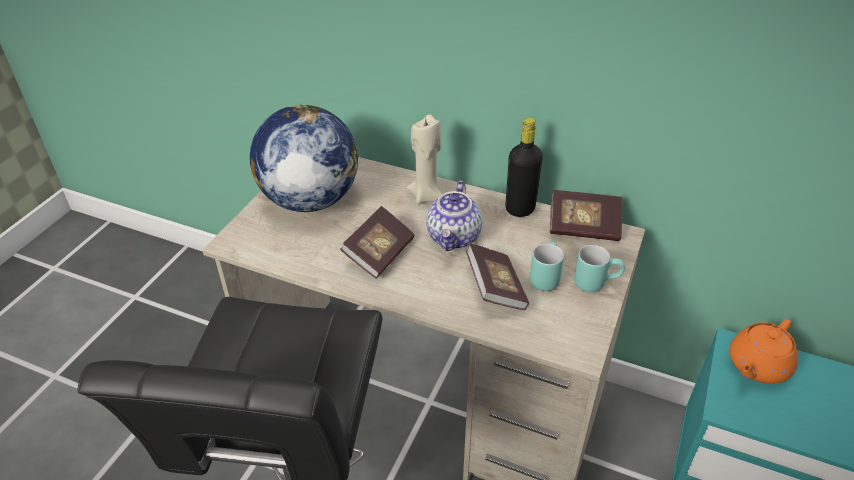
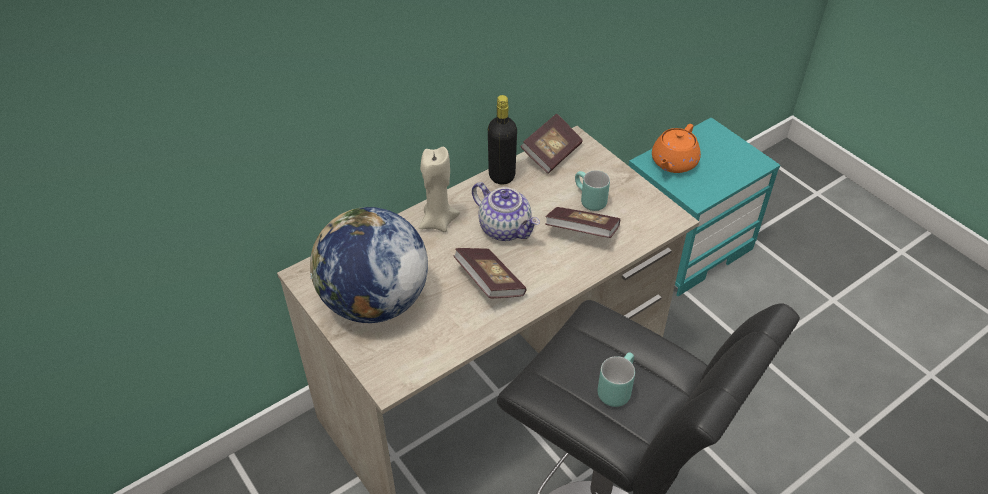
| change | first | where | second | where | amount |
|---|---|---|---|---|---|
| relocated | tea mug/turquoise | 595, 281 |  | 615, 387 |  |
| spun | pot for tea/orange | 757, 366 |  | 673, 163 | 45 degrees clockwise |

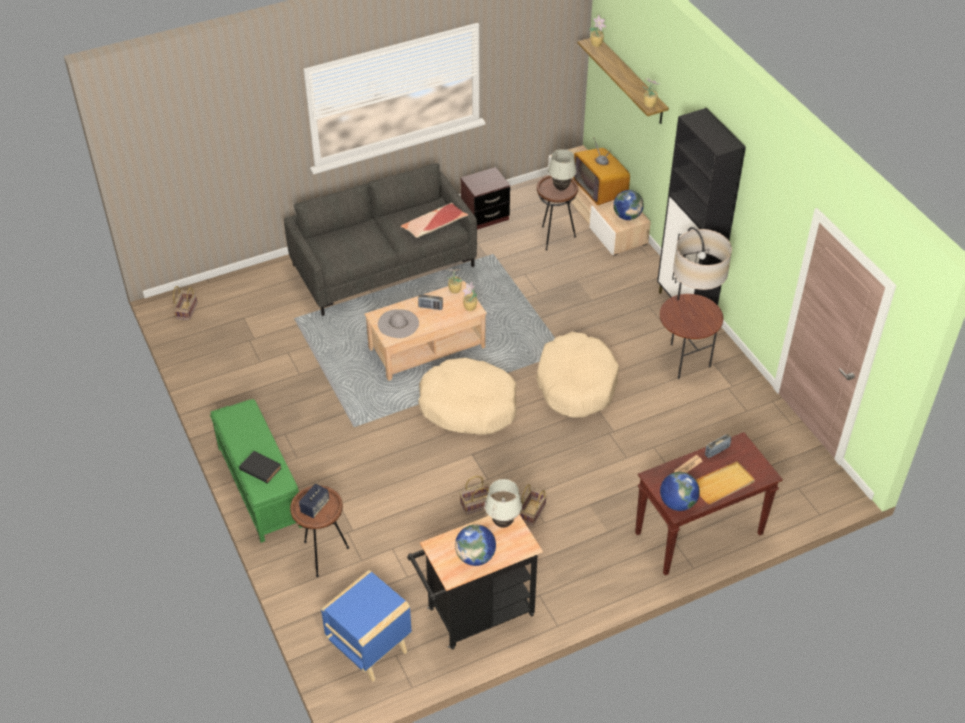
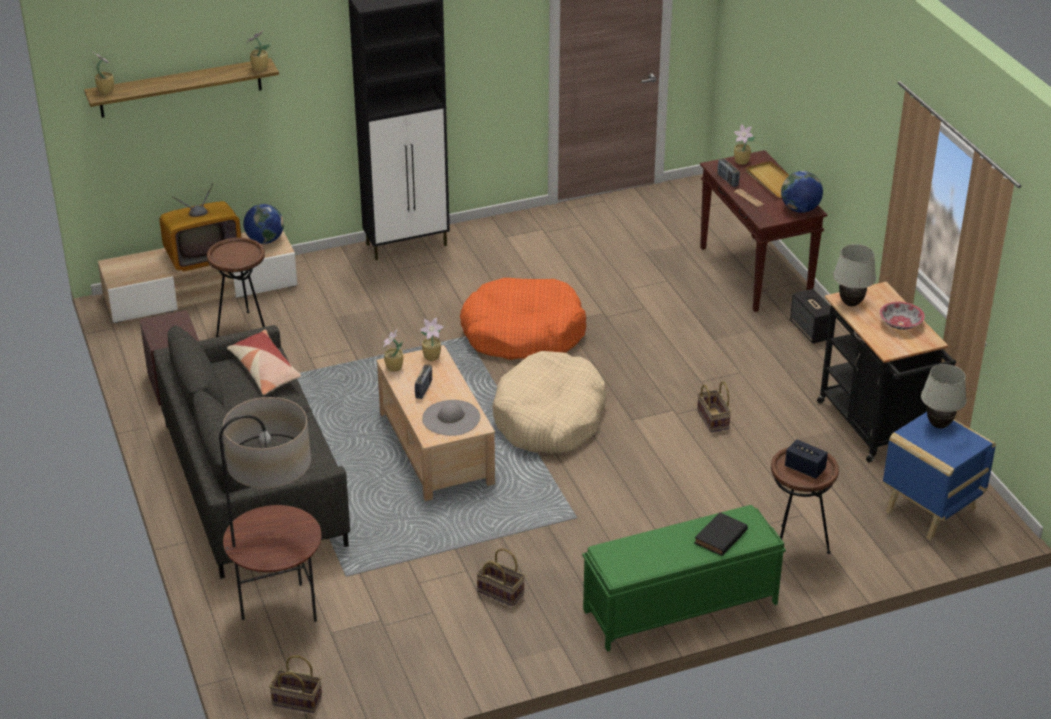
| change | first | where | second | where | amount |
|---|---|---|---|---|---|
| relocated | table lamp/whitish | 561, 188 |  | 939, 425 |  |
| relocated | standard lamp | 684, 360 |  | 280, 609 |  |
| colour | dog bed/beige | 576, 384 | dog bed/orange | 523, 333 |  |
| relocated | household basket | 532, 513 |  | 502, 592 |  |
| exchanged | desk globe | 475, 557 | bowl | 900, 323 |  |
| appeared |  |  | potted plant | 742, 162 |  |
| appeared |  |  | speaker | 811, 330 |  |

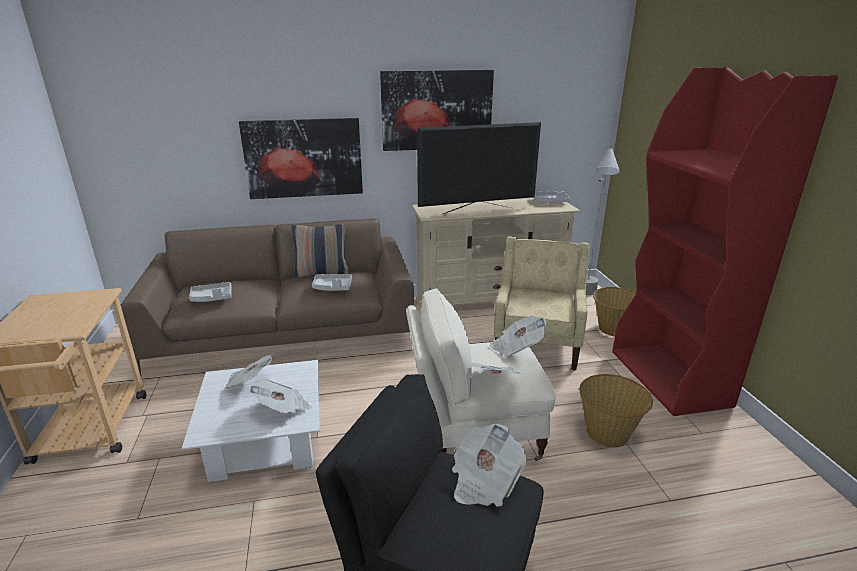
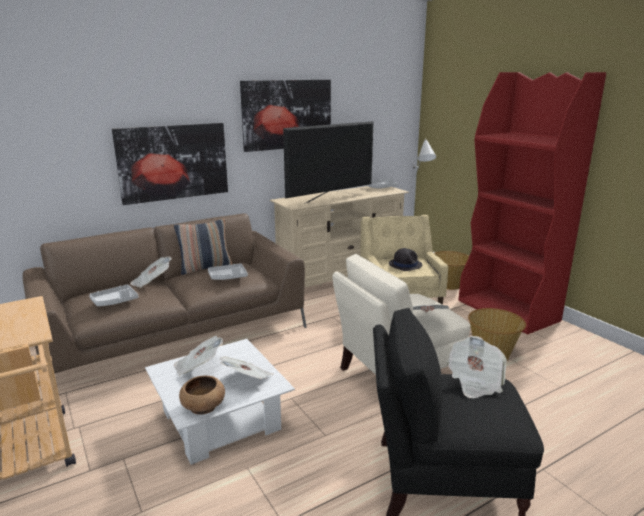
| change | first | where | second | where | amount |
|---|---|---|---|---|---|
| relocated | newspaper | 516, 348 |  | 152, 282 |  |
| appeared |  |  | hat/black-coloured | 405, 264 |  |
| appeared |  |  | bowl/brown-coloured | 203, 407 |  |

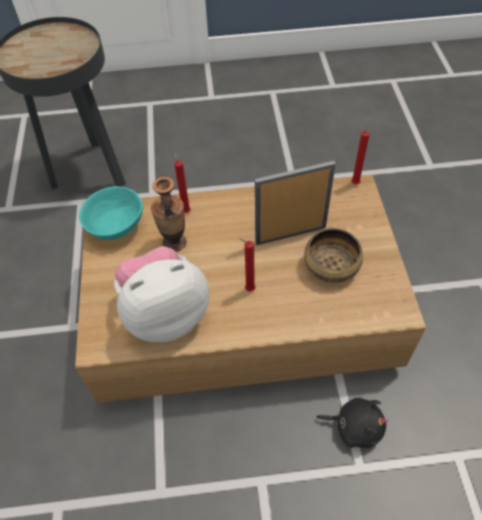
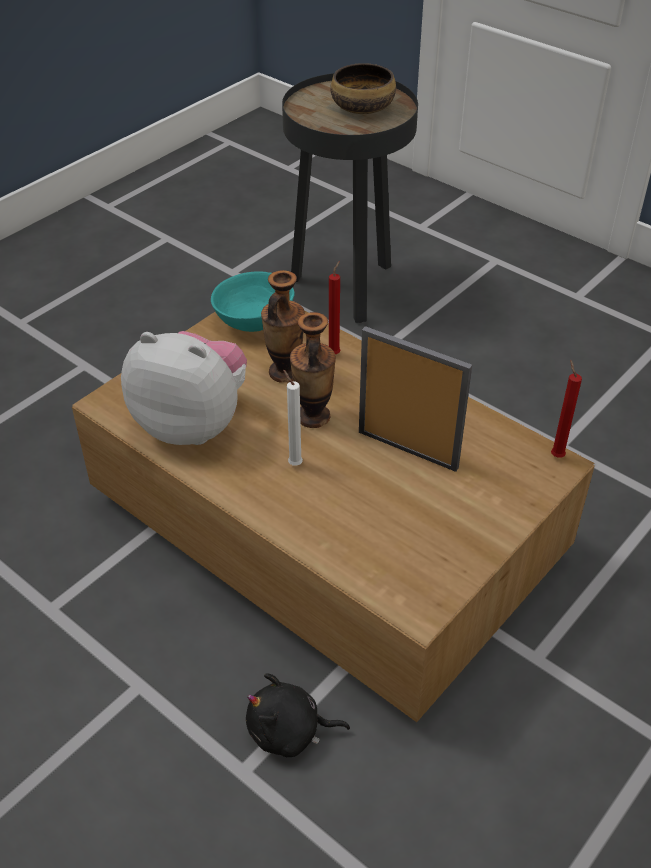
| change | first | where | second | where | amount |
|---|---|---|---|---|---|
| relocated | bowl | 332, 266 |  | 363, 107 |  |
| colour | candle/red-coloured | 248, 289 | candle/whitish | 293, 463 |  |
| spun | cuddly toy/black-coloured | 355, 427 |  | 289, 732 | 120 degrees clockwise |
| appeared |  |  | flower vase | 313, 416 |  |

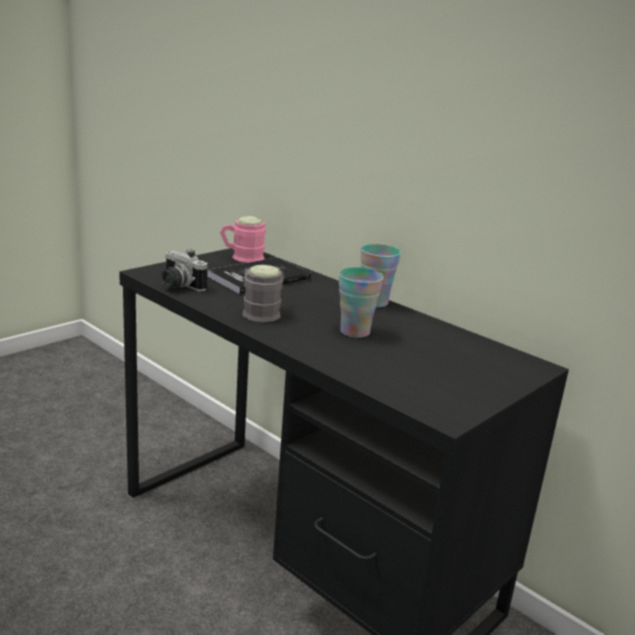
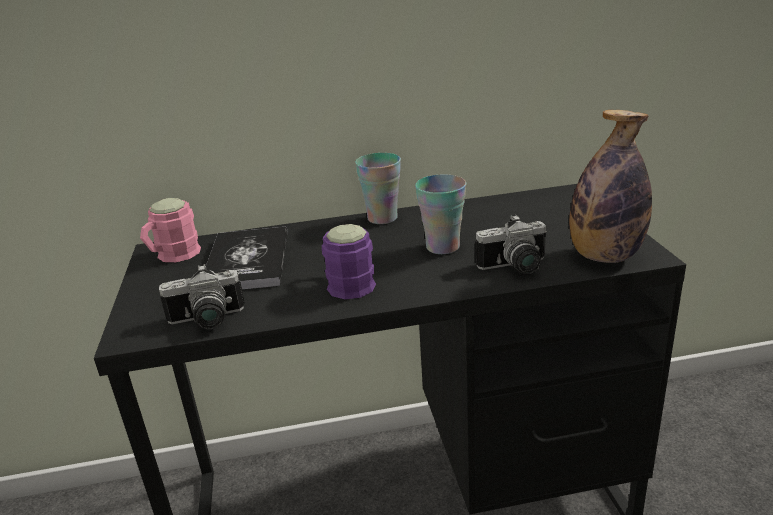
| change | first | where | second | where | amount |
|---|---|---|---|---|---|
| colour | tea mug/greyish | 266, 312 | tea mug/purple-coloured | 348, 282 |  |
| appeared |  |  | drink bottle | 604, 256 |  |
| appeared |  |  | photo camera | 515, 268 |  |

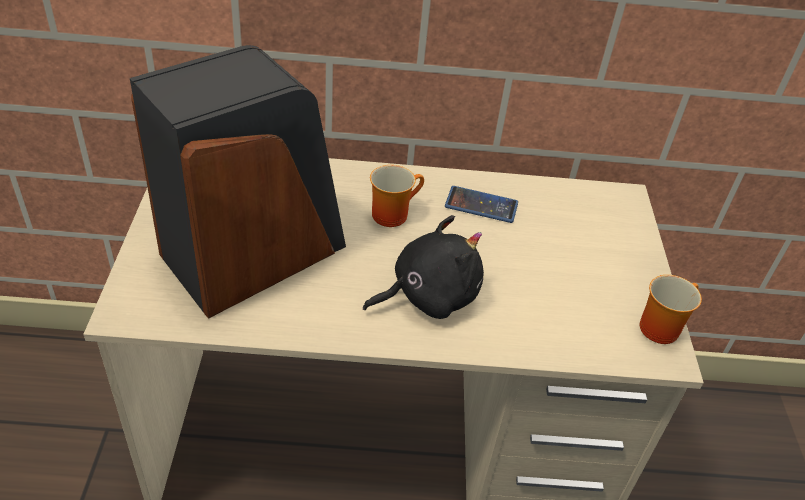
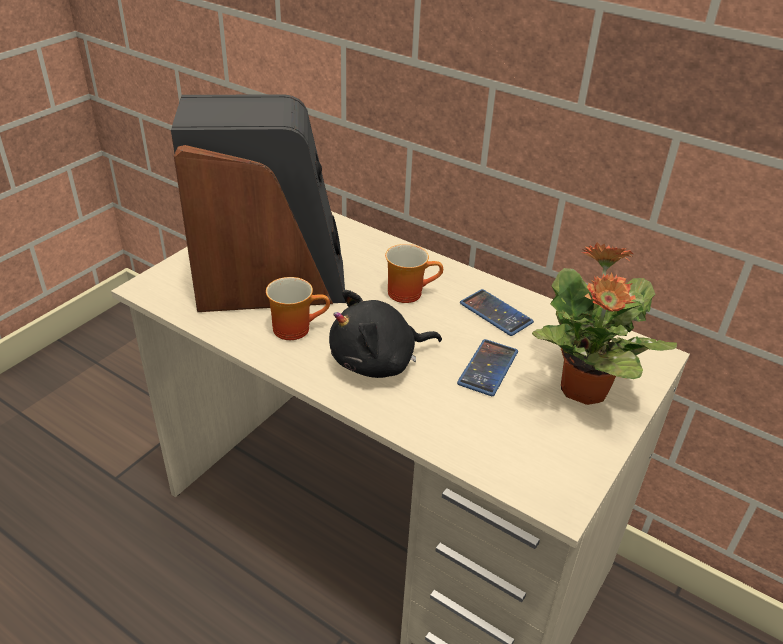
| change | first | where | second | where | amount |
|---|---|---|---|---|---|
| spun | cuddly toy/black-coloured | 428, 295 |  | 378, 362 | 150 degrees clockwise |
| relocated | tea mug | 659, 325 |  | 296, 327 |  |
| appeared |  |  | potted plant | 583, 391 |  |
| appeared |  |  | phone | 488, 368 |  |

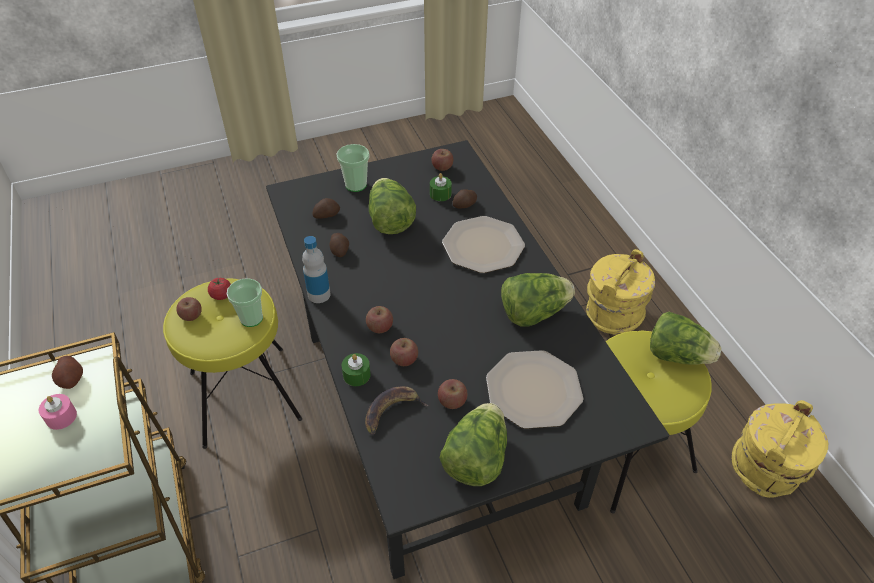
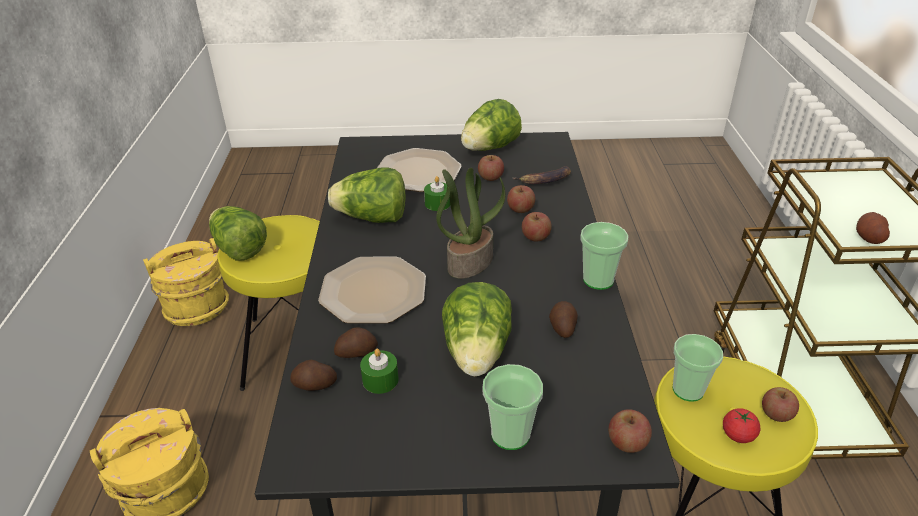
| change | first | where | second | where | amount |
|---|---|---|---|---|---|
| relocated | apple fruit | 442, 167 |  | 627, 442 |  |
| relocated | potato | 326, 214 |  | 314, 385 |  |
| exchanged | drink bottle | 319, 294 | cup | 598, 280 |  |
| relocated | candle/green-coloured | 356, 375 |  | 437, 203 |  |
| missing | candle/pinkish | 61, 417 |  |  |  |
| appeared |  |  | potted plant | 470, 262 |  |

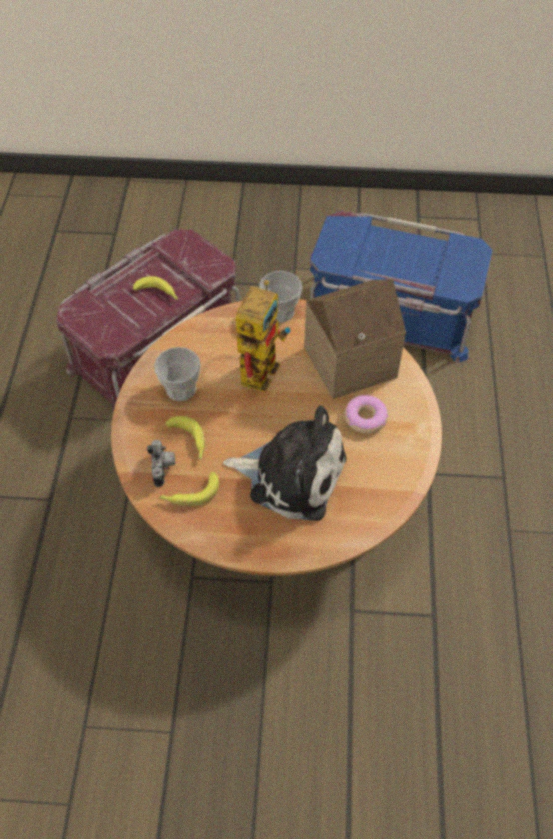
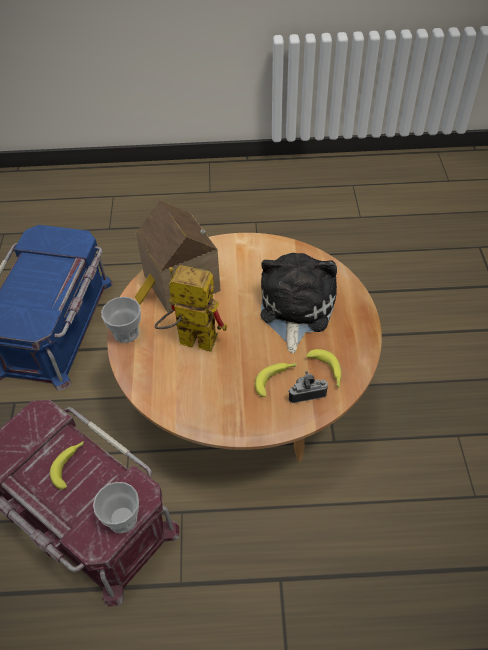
| change | first | where | second | where | amount |
|---|---|---|---|---|---|
| relocated | cup | 181, 389 |  | 122, 519 |  |
| missing | ring doughnut | 365, 418 |  |  |  |

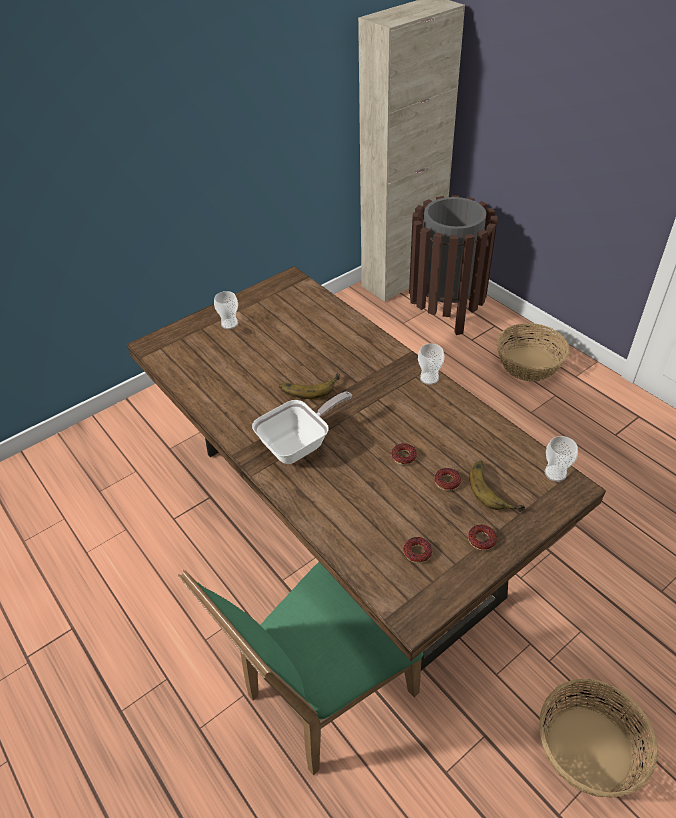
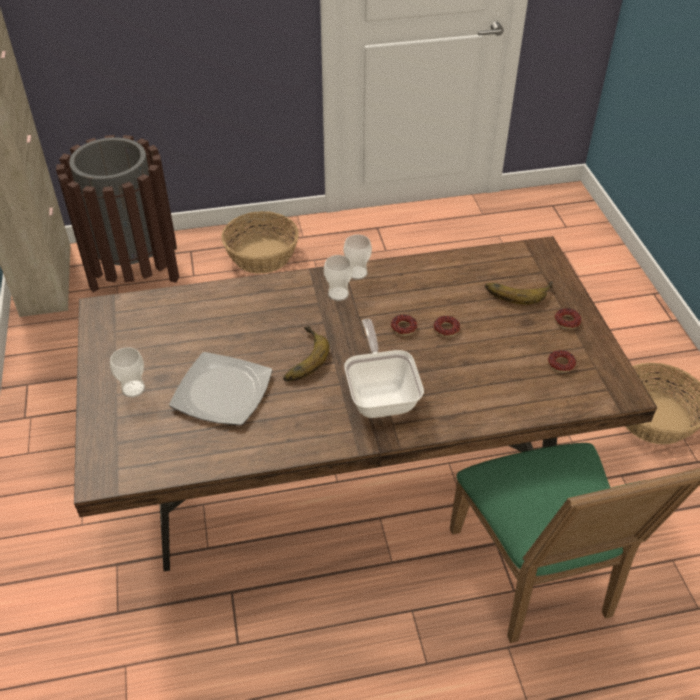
| change | first | where | second | where | amount |
|---|---|---|---|---|---|
| relocated | cup | 555, 473 |  | 338, 294 |  |
| relocated | ring doughnut | 447, 481 |  | 403, 328 |  |
| appeared |  |  | dinner plate | 223, 391 |  |

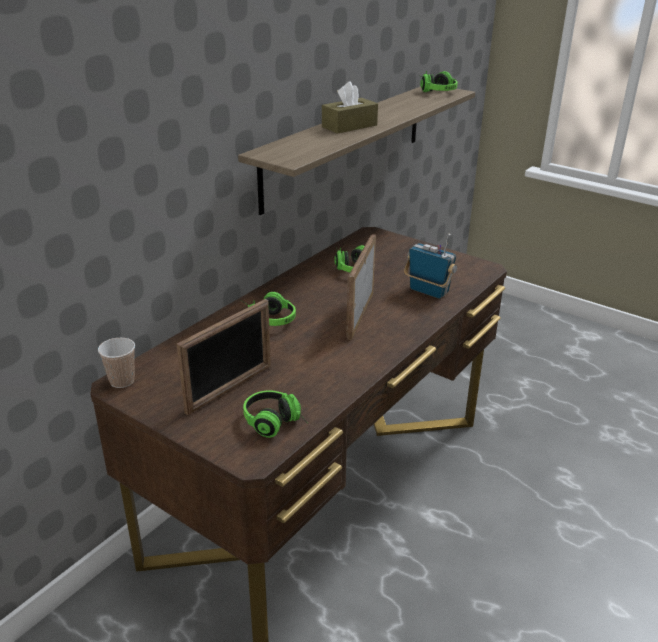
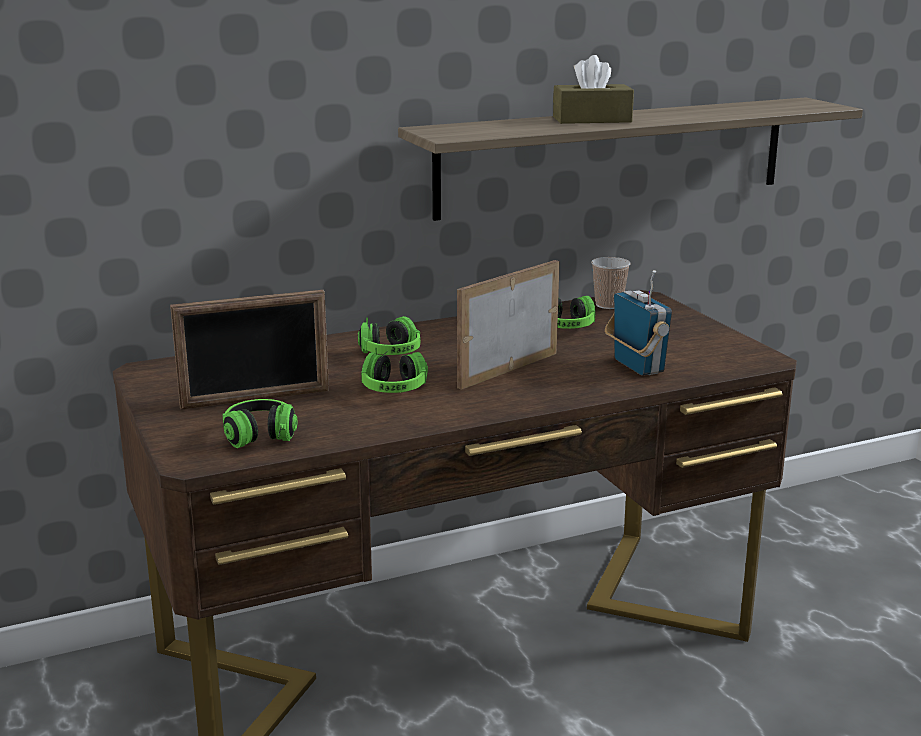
| change | first | where | second | where | amount |
|---|---|---|---|---|---|
| relocated | headphones | 435, 91 |  | 395, 386 |  |
| relocated | cup | 122, 381 |  | 608, 305 |  |

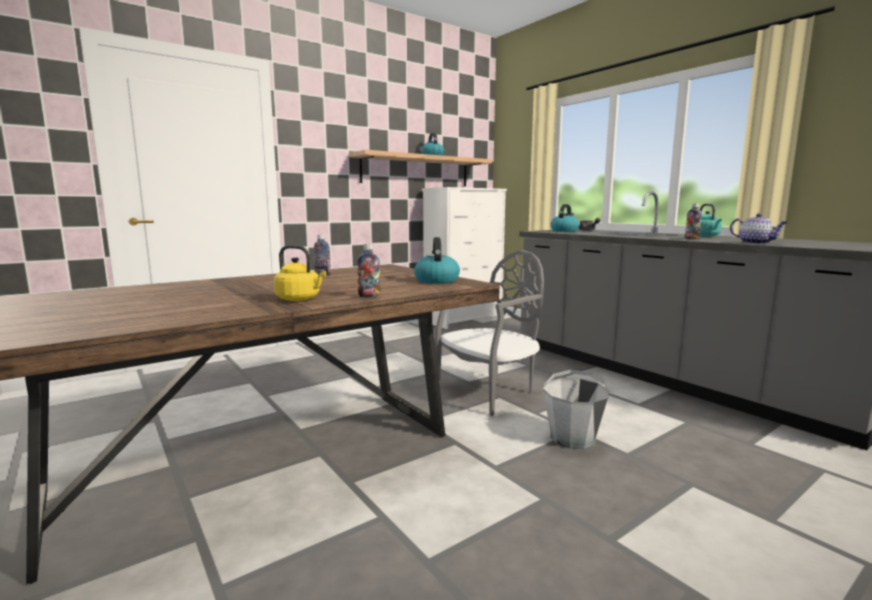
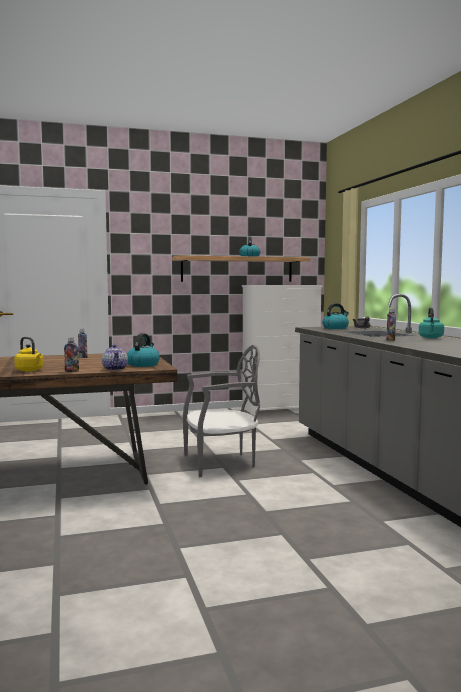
| change | first | where | second | where | amount |
|---|---|---|---|---|---|
| relocated | pot for tea | 756, 243 |  | 115, 369 |  |
| missing | pail/greyish | 573, 438 |  |  |  |

